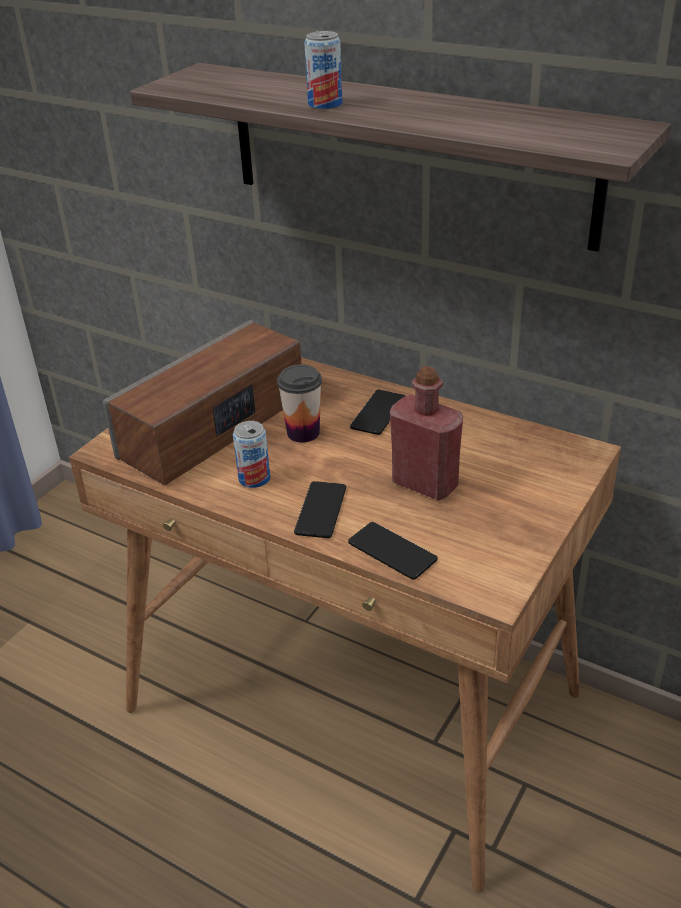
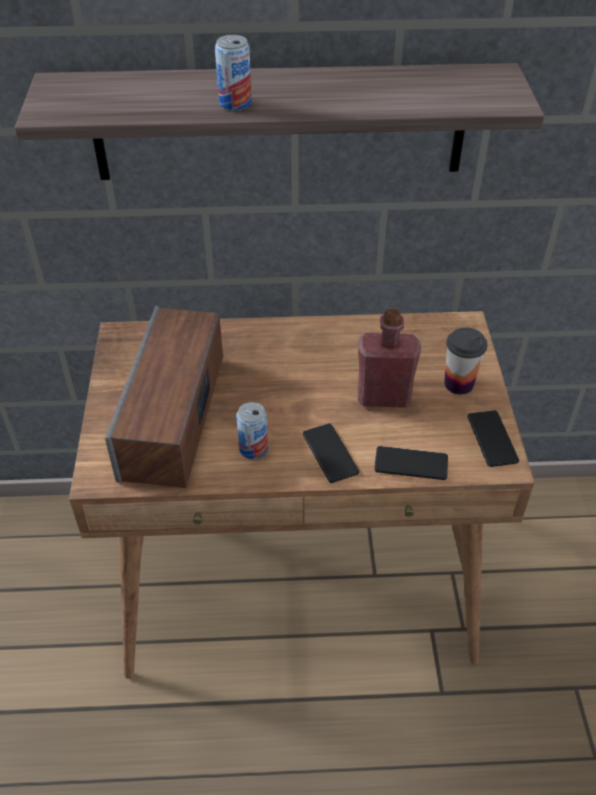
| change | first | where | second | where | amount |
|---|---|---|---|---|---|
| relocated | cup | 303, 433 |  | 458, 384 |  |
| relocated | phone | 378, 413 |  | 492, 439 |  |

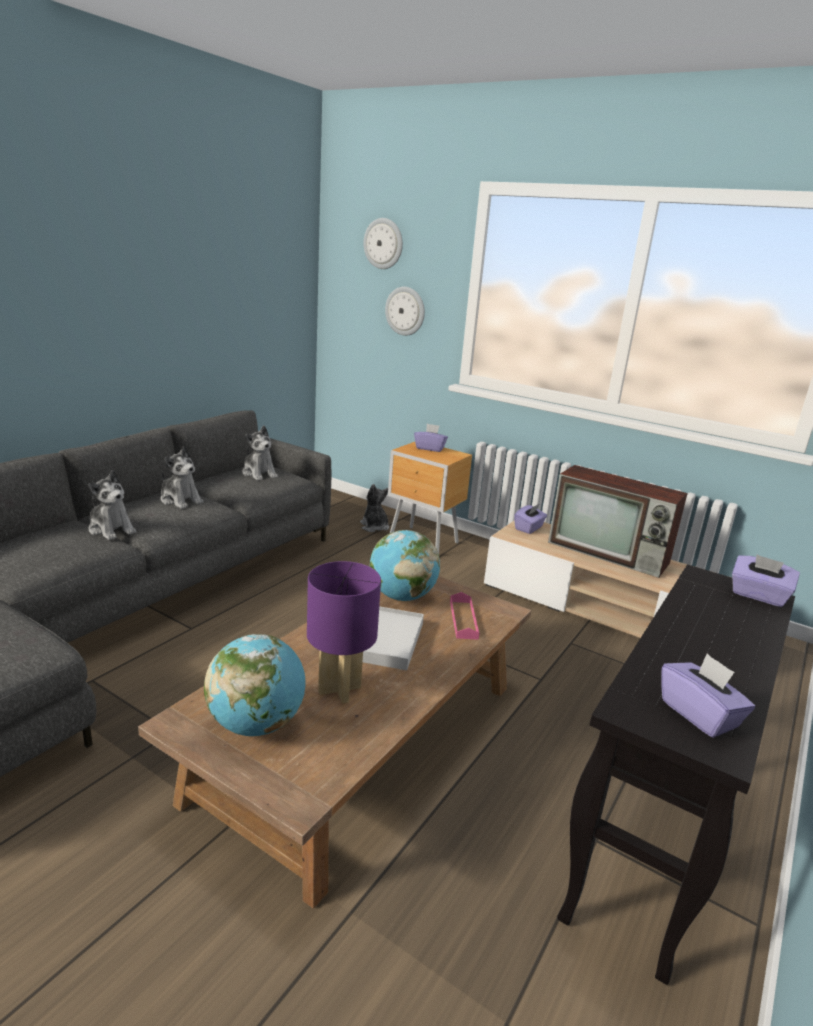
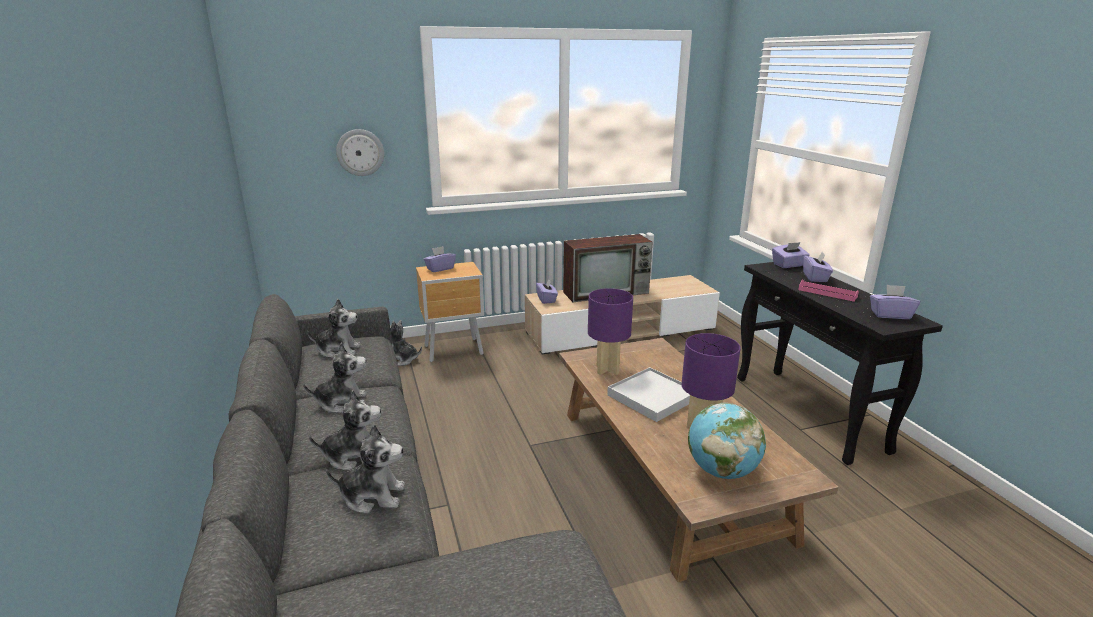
| change | first | where | second | where | amount |
|---|---|---|---|---|---|
| missing | clock on the wall | 383, 243 |  |  |  |
| exchanged | desk globe | 402, 596 | table lamp/purple-coloured | 607, 369 |  |
| relocated | serving tray/pinkish | 463, 619 |  | 827, 293 |  |
| appeared |  |  | tissue holder/purple-coloured | 815, 277 |  |
| appeared |  |  | cuddly toy | 373, 496 |  |

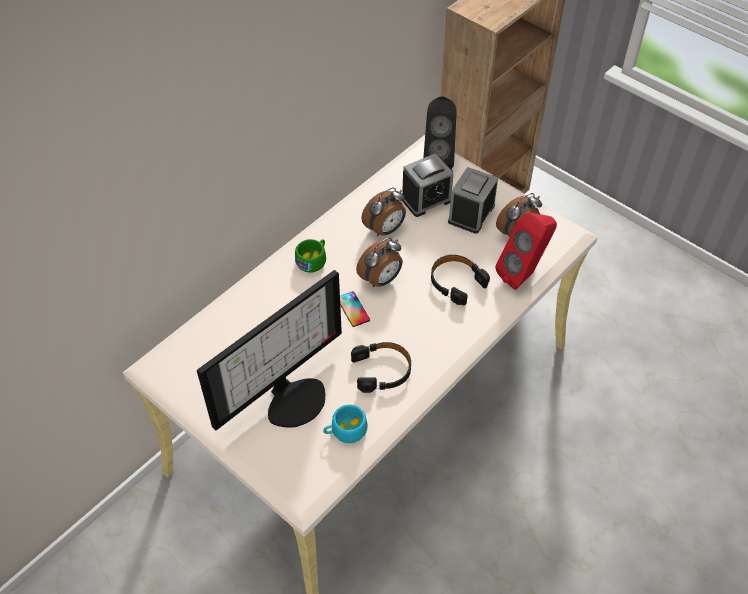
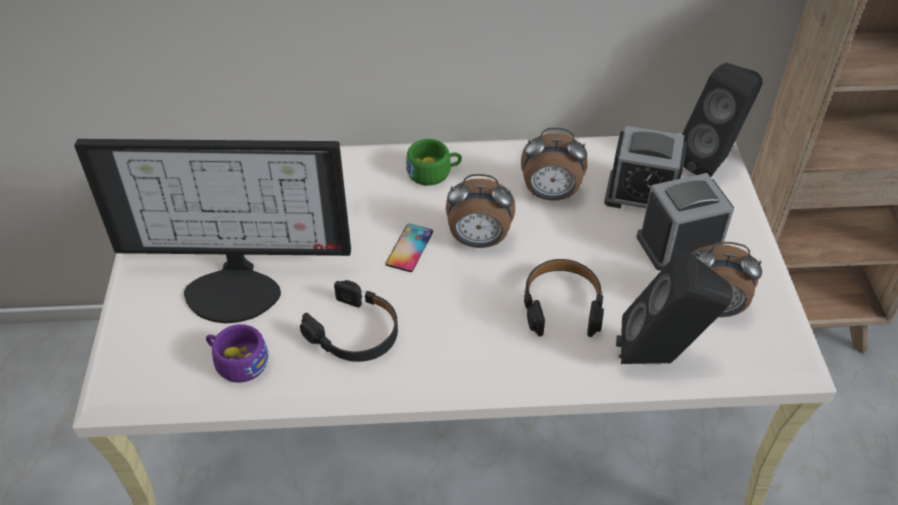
| change | first | where | second | where | amount |
|---|---|---|---|---|---|
| colour | speaker/red-coloured | 523, 274 | speaker/black-coloured | 661, 358 |  |
| colour | cup/turquoise | 345, 431 | cup/purple-coloured | 237, 361 |  |

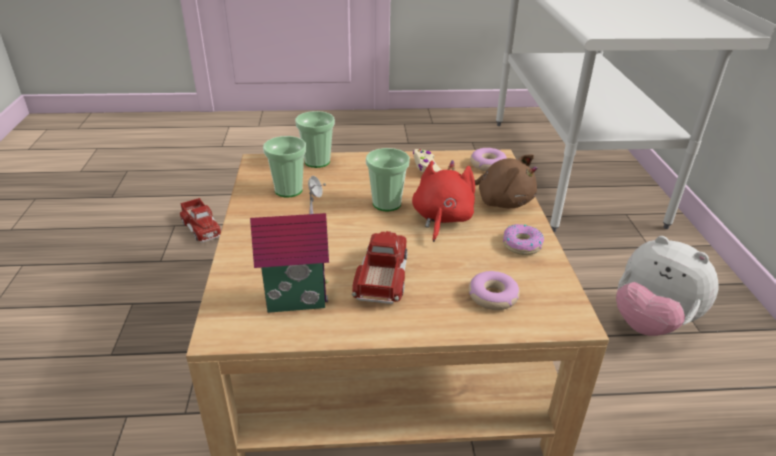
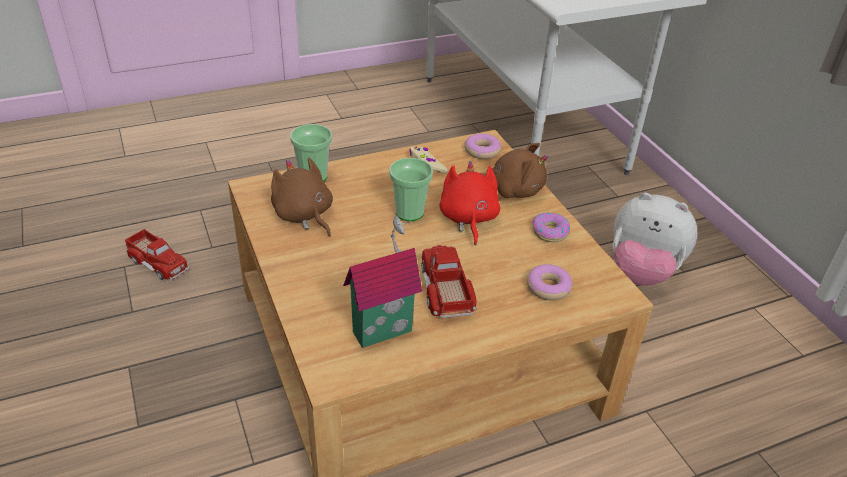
| change | first | where | second | where | amount |
|---|---|---|---|---|---|
| exchanged | cup | 288, 190 | cuddly toy/brown-coloured | 304, 215 |  |

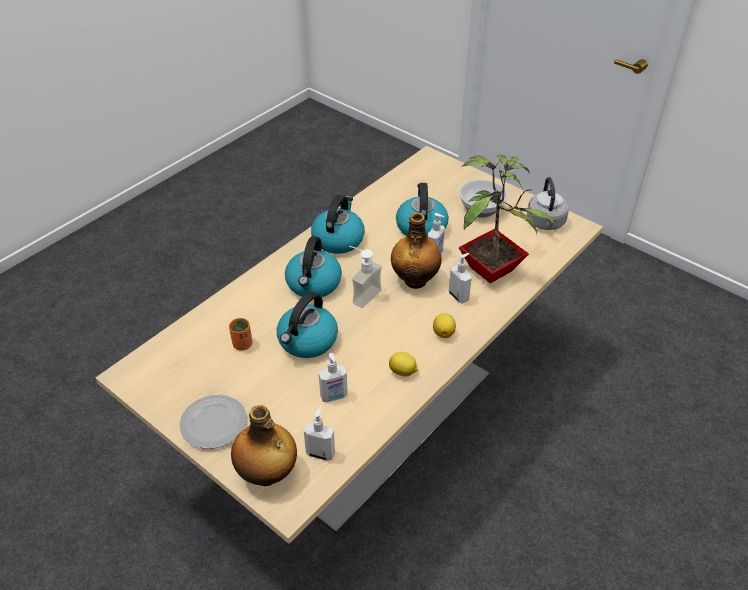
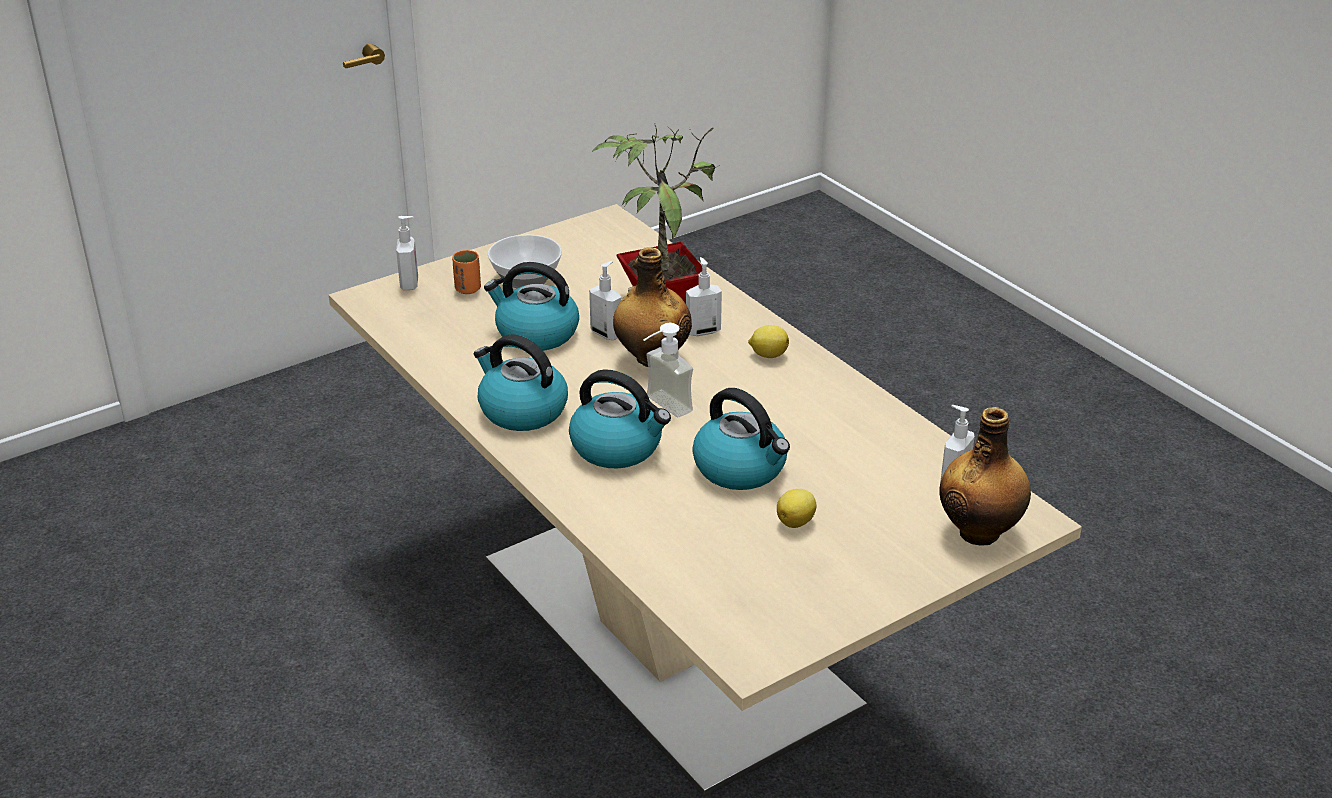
| change | first | where | second | where | amount |
|---|---|---|---|---|---|
| missing | kettle/greyish | 546, 223 |  |  |  |
| relocated | cup/orange | 242, 344 |  | 468, 289 |  |
| relocated | whole lemon | 403, 372 |  | 796, 522 |  |
| relocated | soap dispenser | 334, 397 |  | 410, 284 |  |
| missing | dinner plate | 213, 424 |  |  |  |

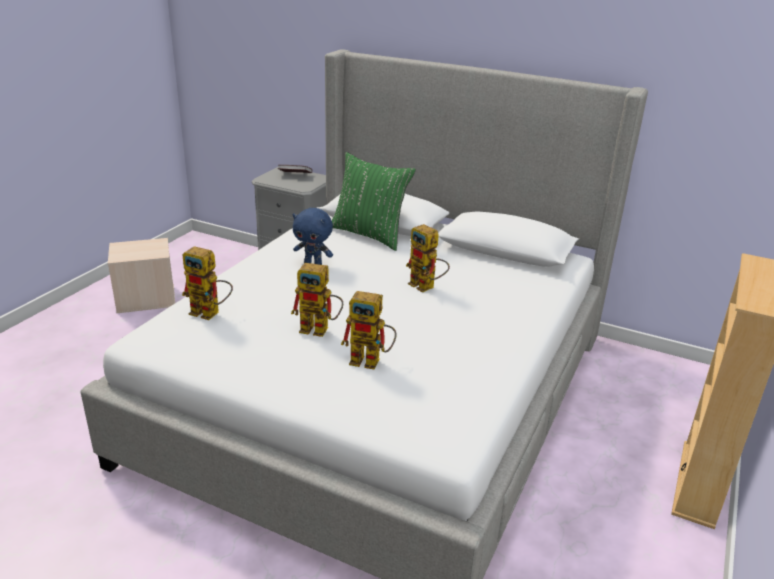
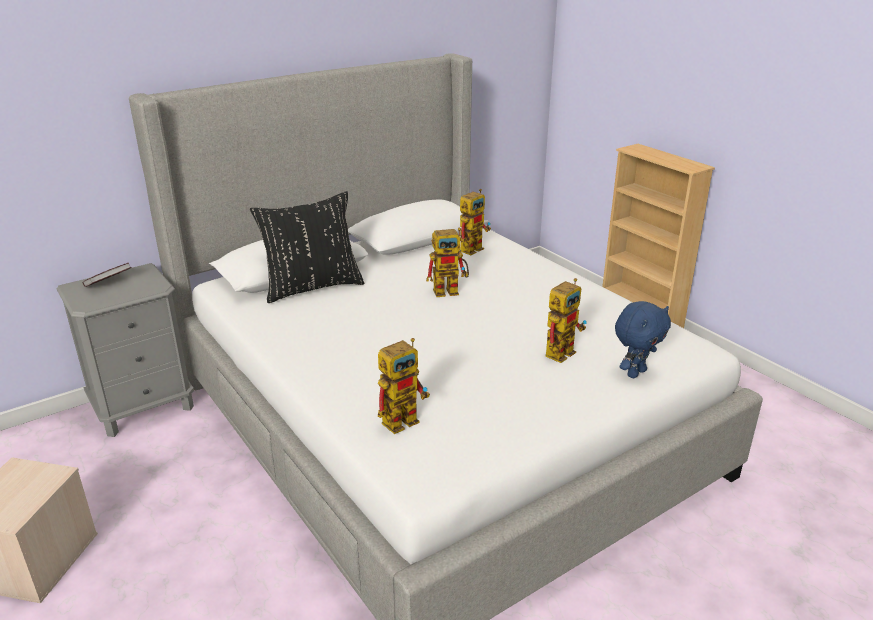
| change | first | where | second | where | amount |
|---|---|---|---|---|---|
| colour | cushion/green-coloured | 369, 235 | cushion/black-coloured | 312, 287 |  |
| relocated | cuddly toy/bluish | 313, 264 |  | 635, 372 |  |
| relocated | model robot | 320, 329 |  | 473, 247 |  |

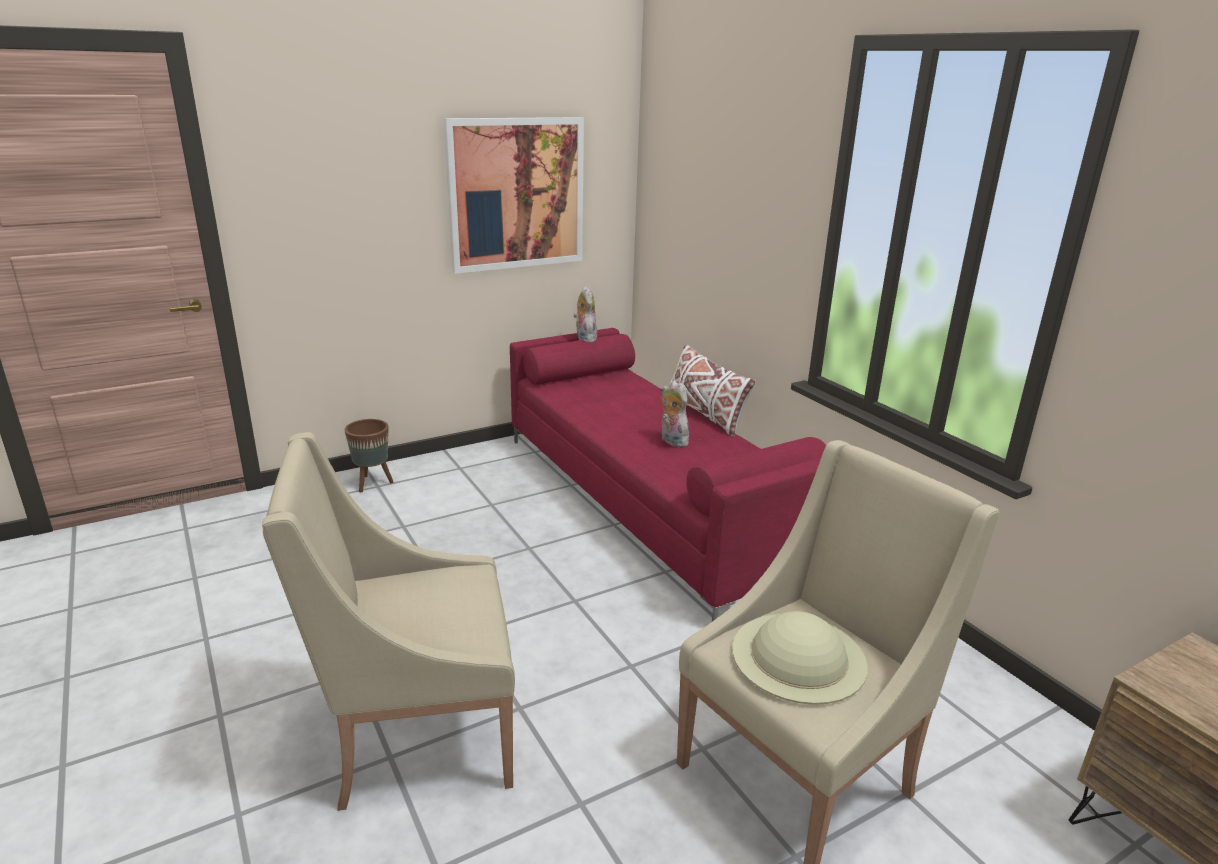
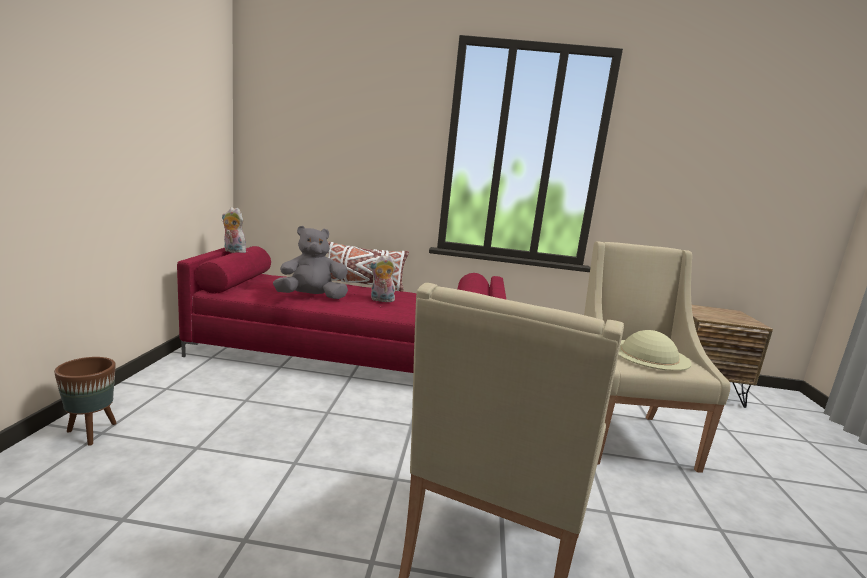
| change | first | where | second | where | amount |
|---|---|---|---|---|---|
| missing | picture | 516, 194 |  |  |  |
| appeared |  |  | cuddly toy/greyish | 312, 297 |  |

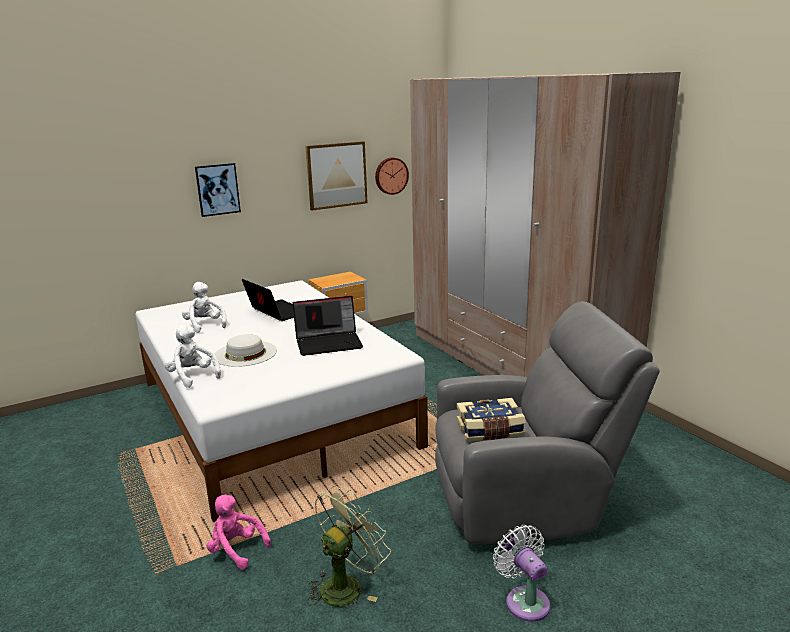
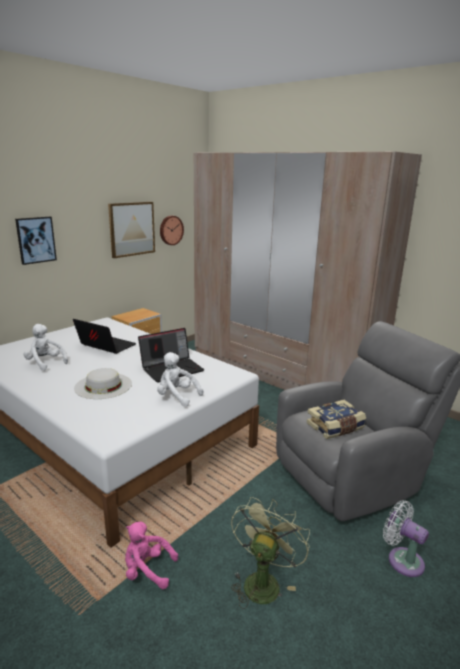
| change | first | where | second | where | amount |
|---|---|---|---|---|---|
| relocated | cuddly toy/whitish | 193, 376 |  | 177, 396 |  |

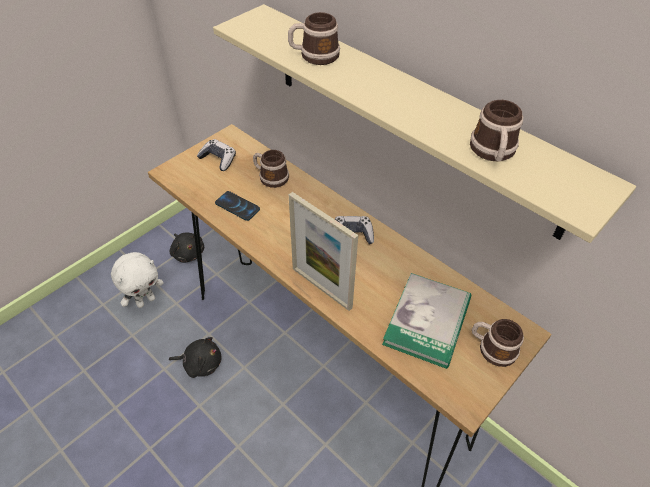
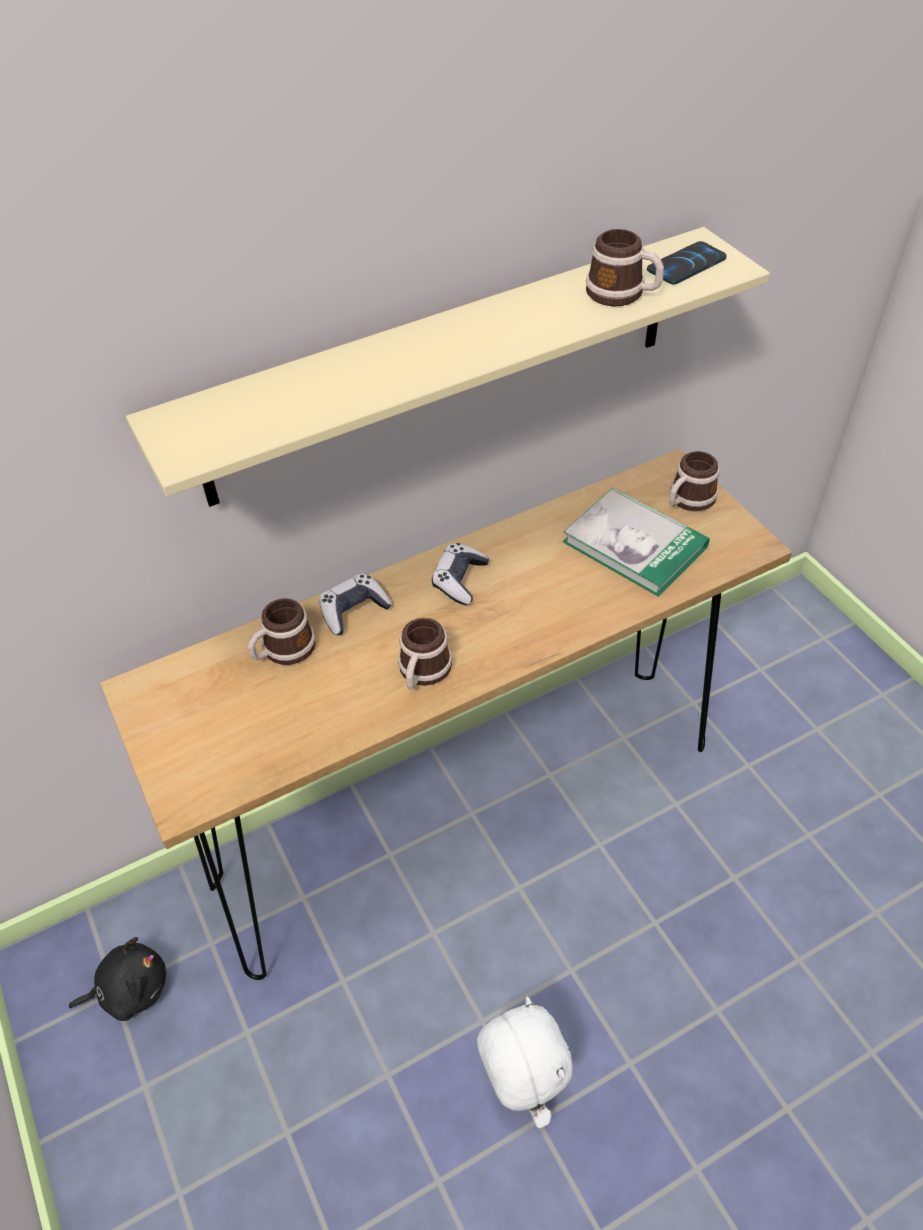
| change | first | where | second | where | amount |
|---|---|---|---|---|---|
| relocated | tea mug | 314, 55 |  | 422, 673 |  |
| relocated | game controller | 218, 159 |  | 354, 610 |  |
| relocated | phone | 237, 206 |  | 686, 265 |  |
| missing | picture frame | 321, 288 |  |  |  |
| relocated | cuddly toy/whitish | 146, 301 |  | 521, 1087 |  |
| missing | cuddly toy/black-coloured | 201, 363 |  |  |  |

